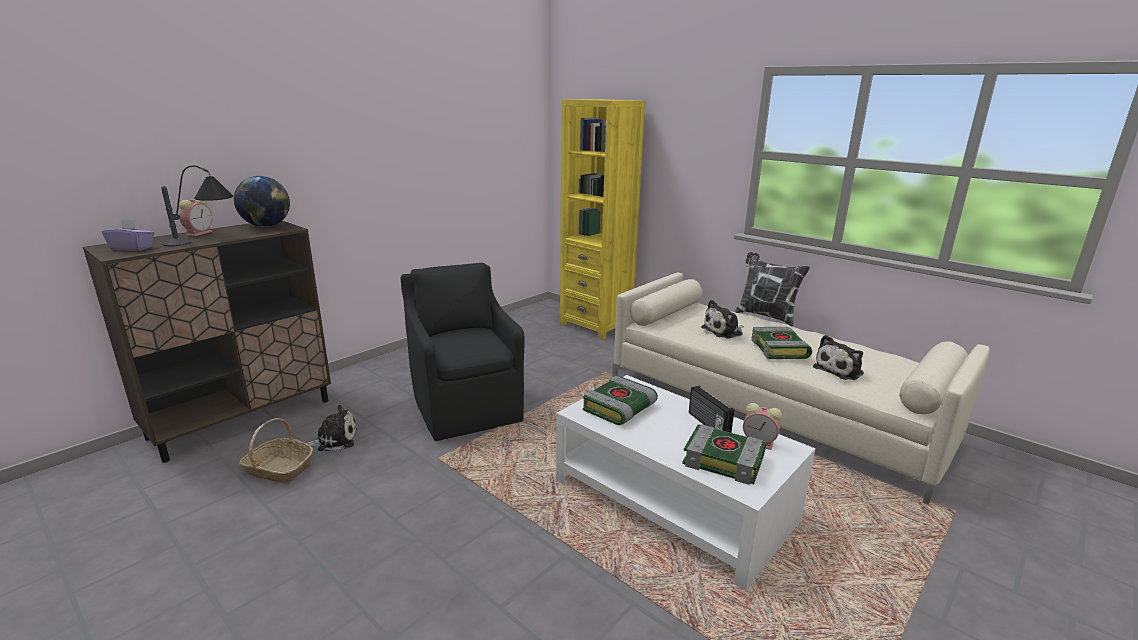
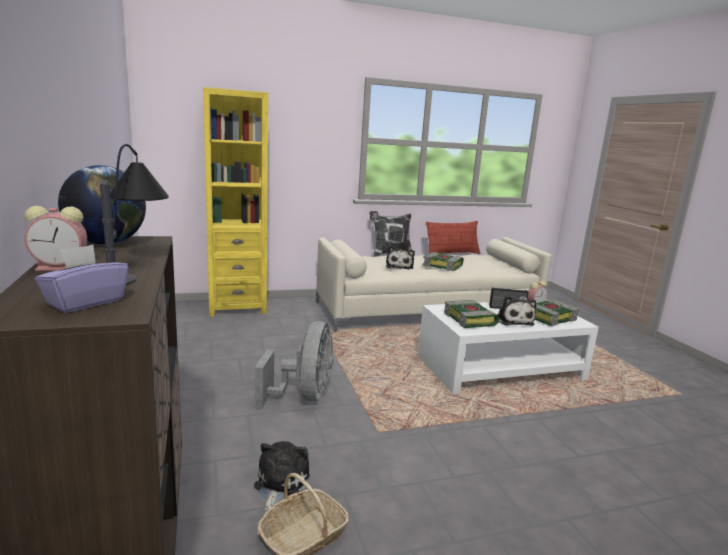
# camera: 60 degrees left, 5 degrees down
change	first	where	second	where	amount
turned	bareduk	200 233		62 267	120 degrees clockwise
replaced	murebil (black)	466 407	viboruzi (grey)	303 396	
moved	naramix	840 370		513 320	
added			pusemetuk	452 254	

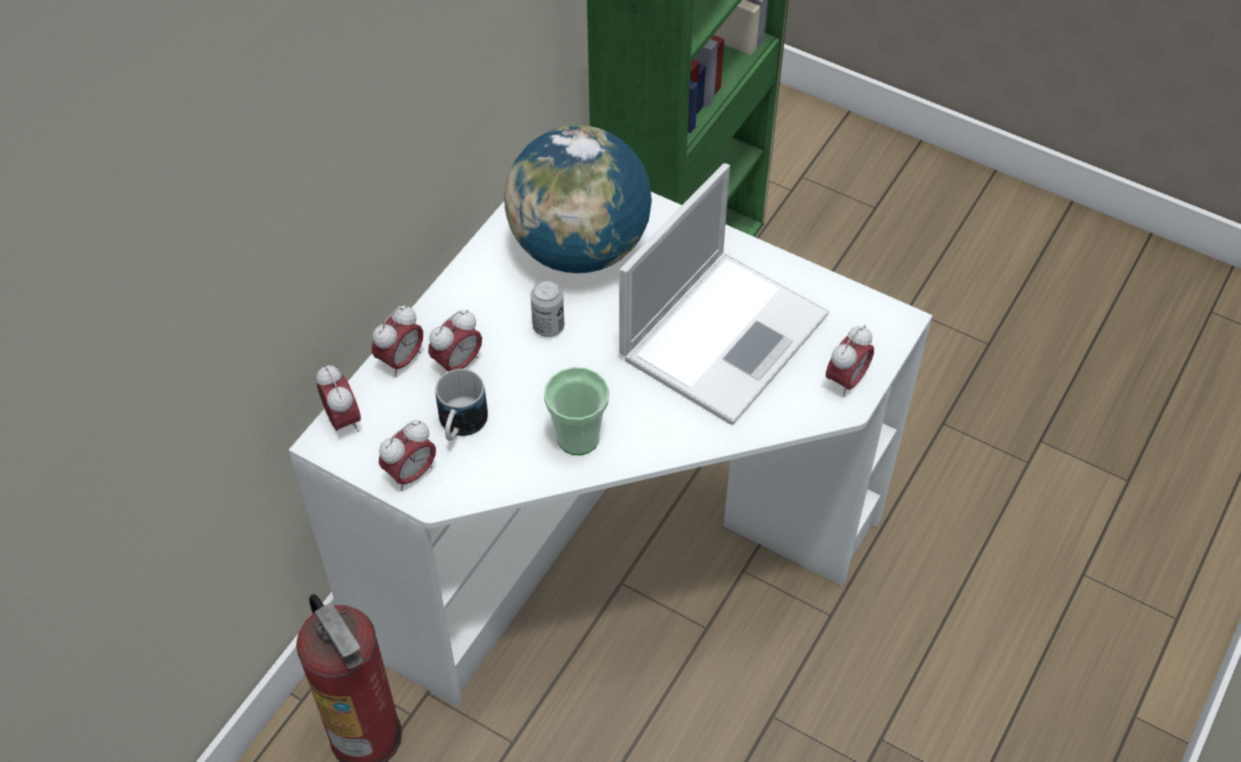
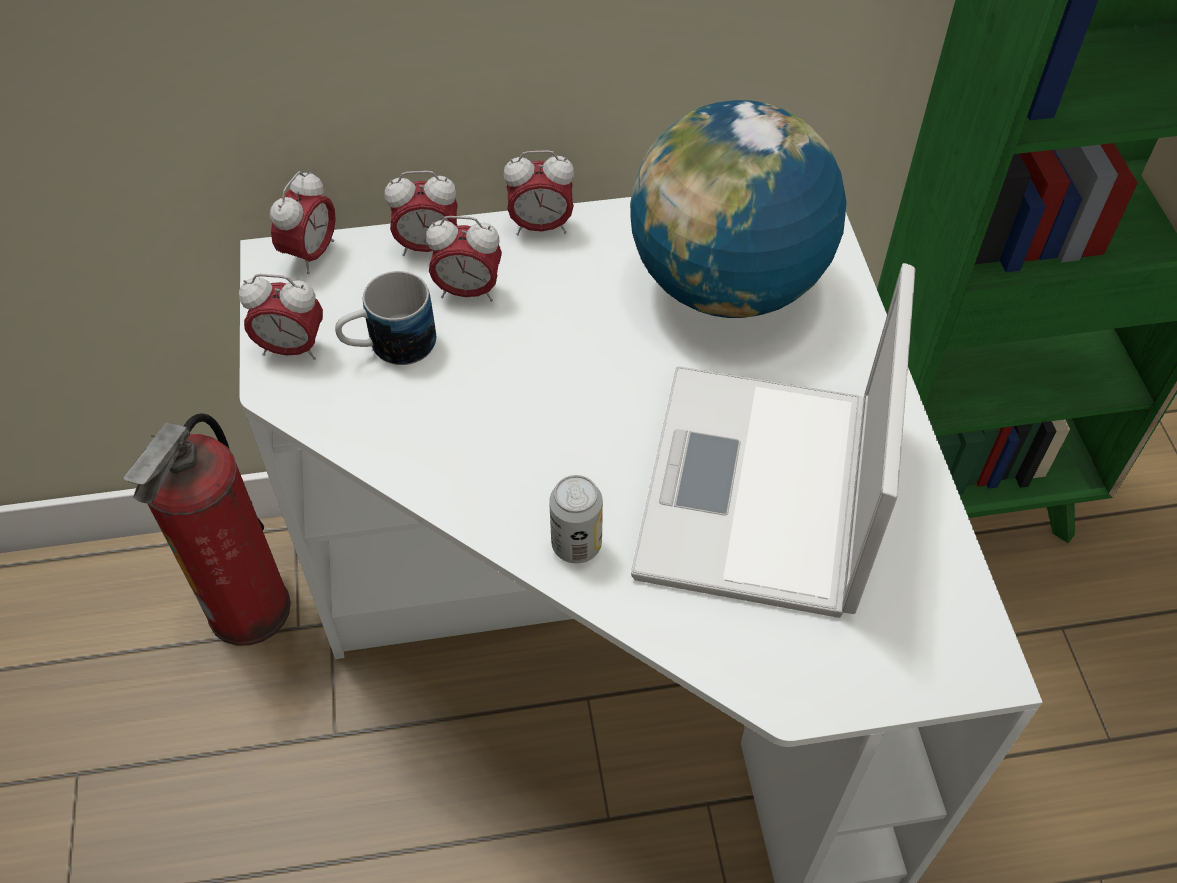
# camera: 50 degrees right, 0 degrees up
change	first	where	second	where	amount
turned	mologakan	725 333		759 494	105 degrees clockwise
moved	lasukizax	548 327		576 544	
moved	bareduk	846 380		541 226	
removed	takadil	578 437			

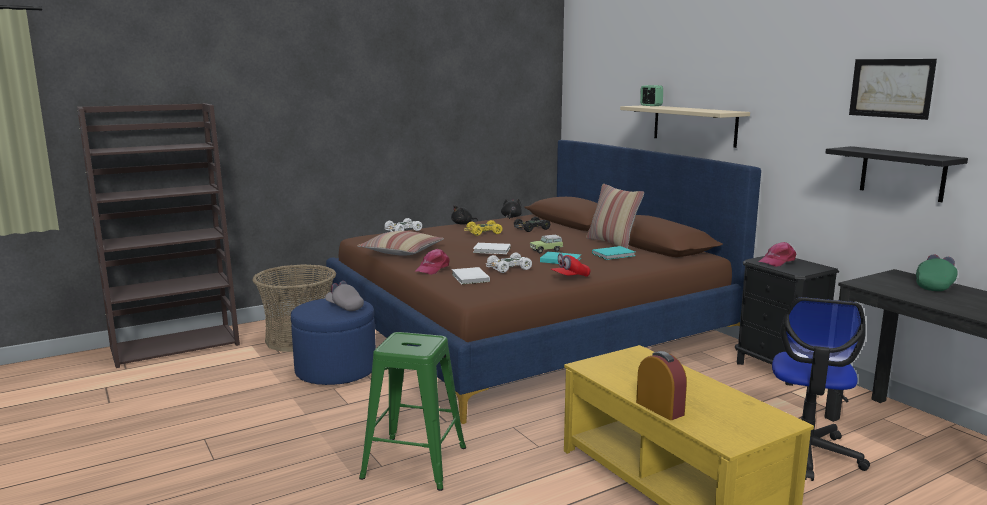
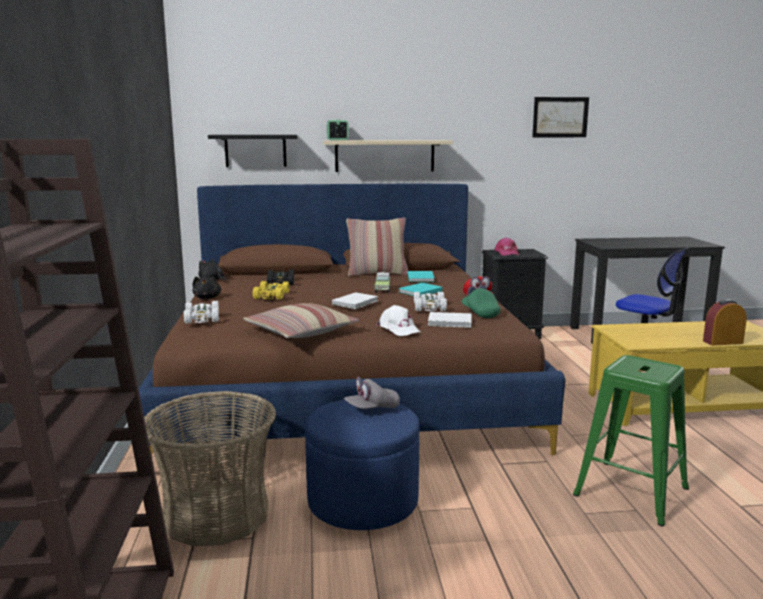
# camera: 65 degrees left, 0 degrees up
change	first	where	second	where	amount
moved	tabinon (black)	902 173		255 150	
recoloured	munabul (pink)	433 269	munabul (white)	398 329	
moved	munabul (green)	934 285		480 313	

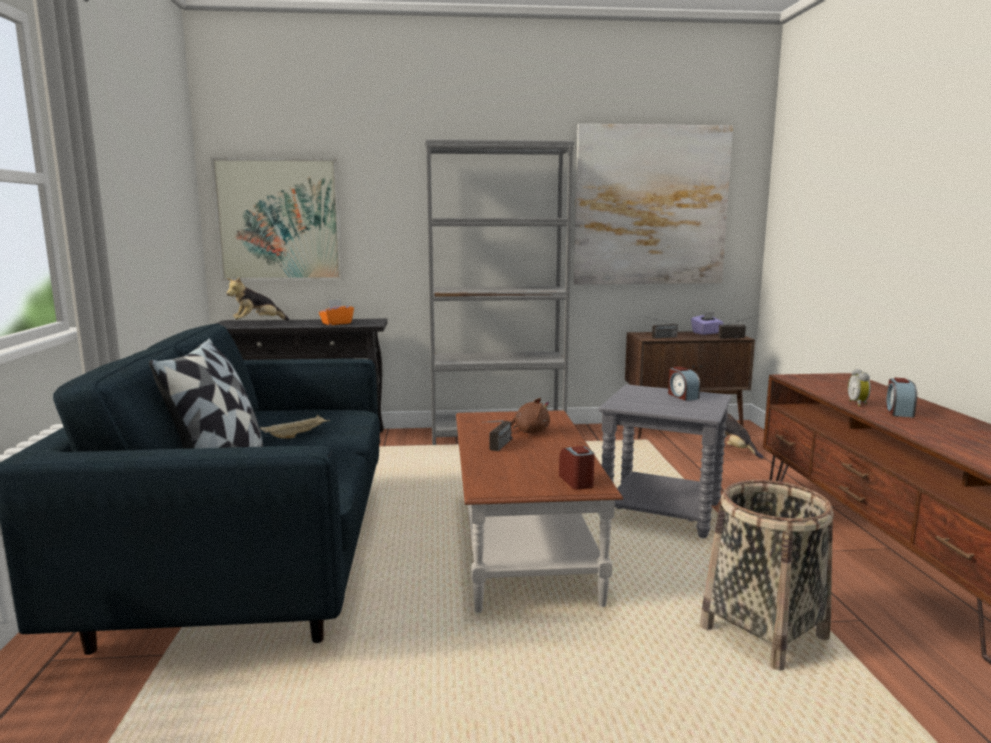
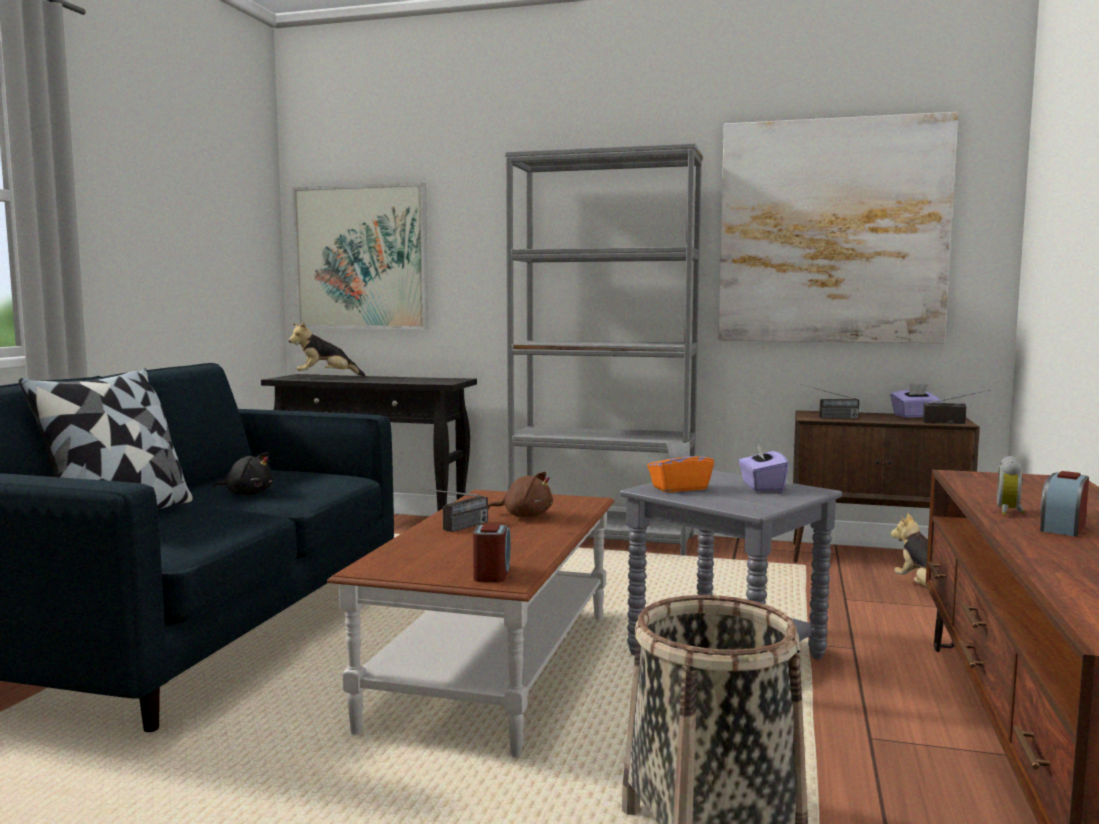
# camera: 20 degrees right, 5 degrees down
change	first	where	second	where	amount
moved	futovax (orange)	336 323		679 488	
replaced	bareduk	682 396	futovax (purple)	761 487	
replaced	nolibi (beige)	296 435	naramix (black)	247 494	

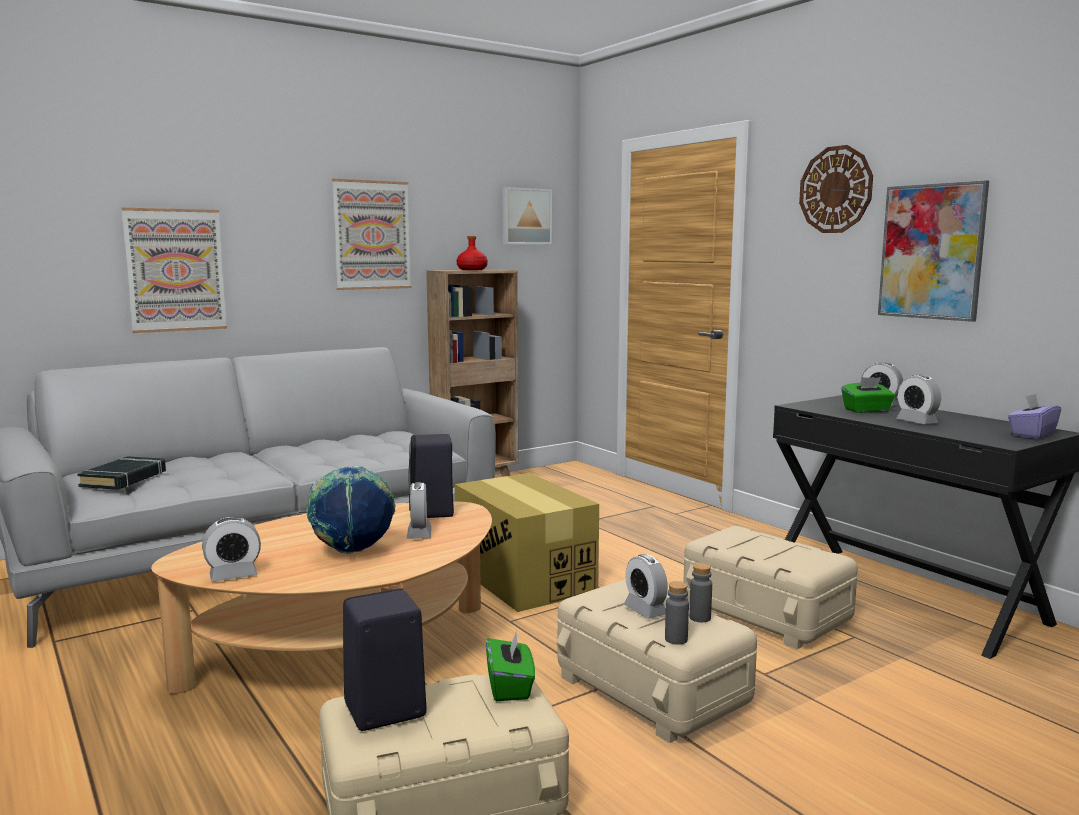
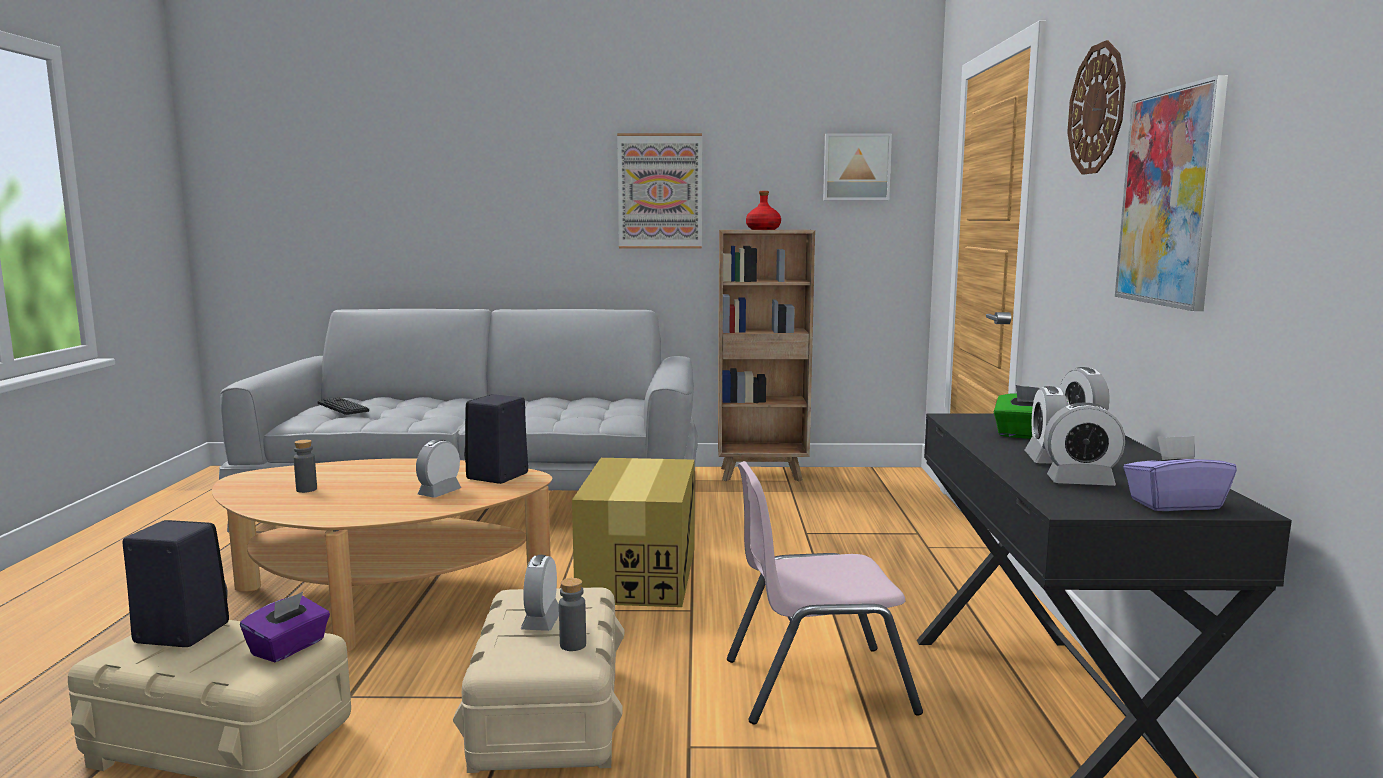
# camera: 35 degrees right, 0 degrees up
change	first	where	second	where	amount
removed	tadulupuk	175 270			
replaced	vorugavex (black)	124 479	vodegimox	342 407	
removed	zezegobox	352 551			
moved	bareduk	233 575		1080 482	
replaced	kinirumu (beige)	764 614	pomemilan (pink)	816 684	
moved	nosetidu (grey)	676 639		306 490	
recoloured	futovax (green)	510 687	futovax (purple)	289 648	

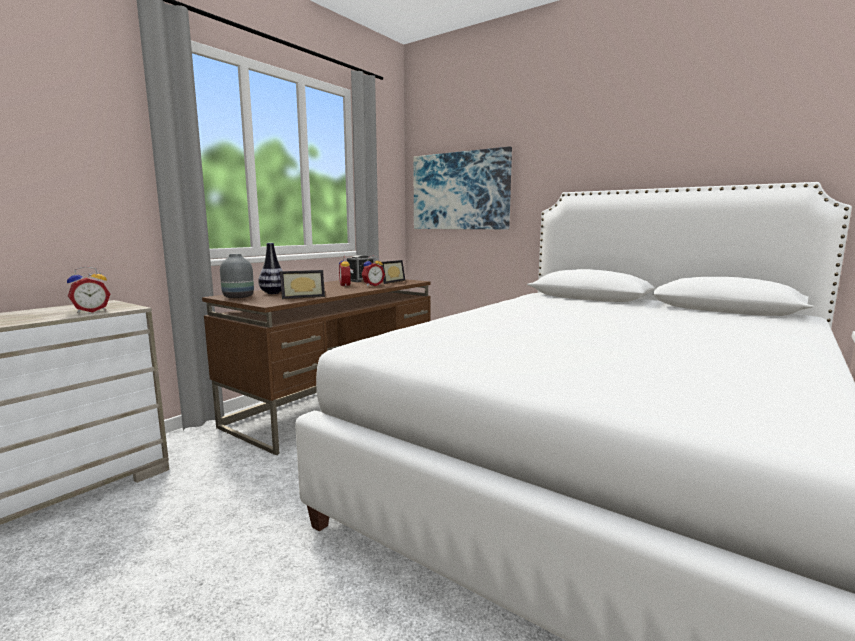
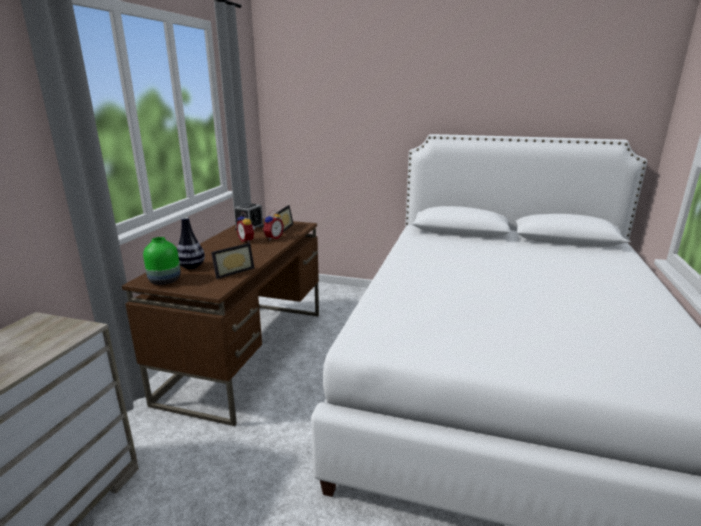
# camera: 20 degrees left, 10 degrees up
change	first	where	second	where	amount
removed	tadulupuk	460 191			
recoloured	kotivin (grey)	239 297	kotivin (green)	166 281	
removed	bareduk	91 311			

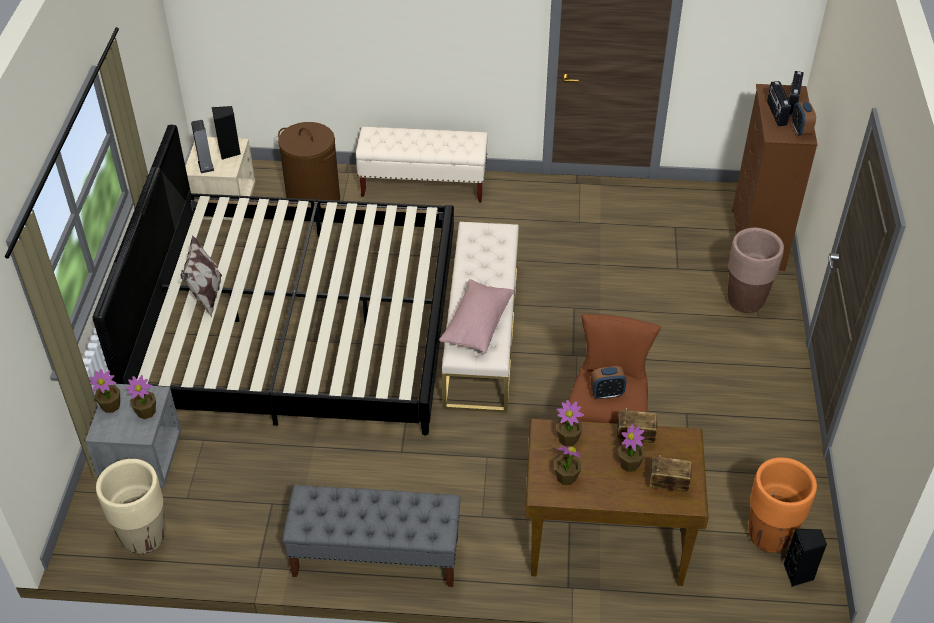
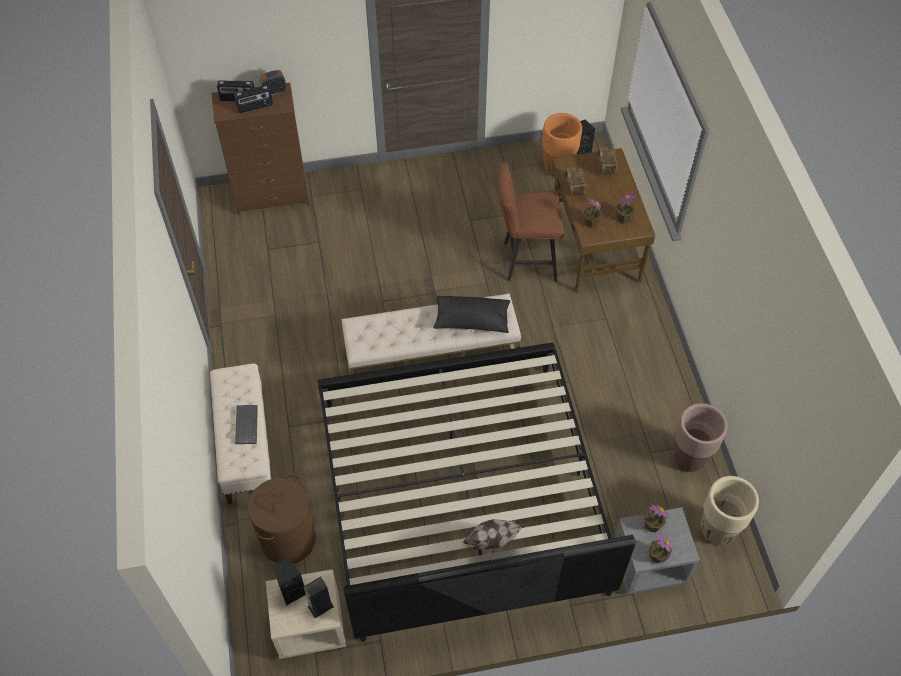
# camera: 105 degrees left, 10 degrees up
change	first	where	second	where	amount
moved	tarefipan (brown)	745 301		689 458	
recoloured	pusemetuk (pink)	477 324	pusemetuk (black)	471 320	
removed	bareduk	607 393			
removed	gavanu	629 464			
removed	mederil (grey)	375 556			
added			vodegimox	245 424	

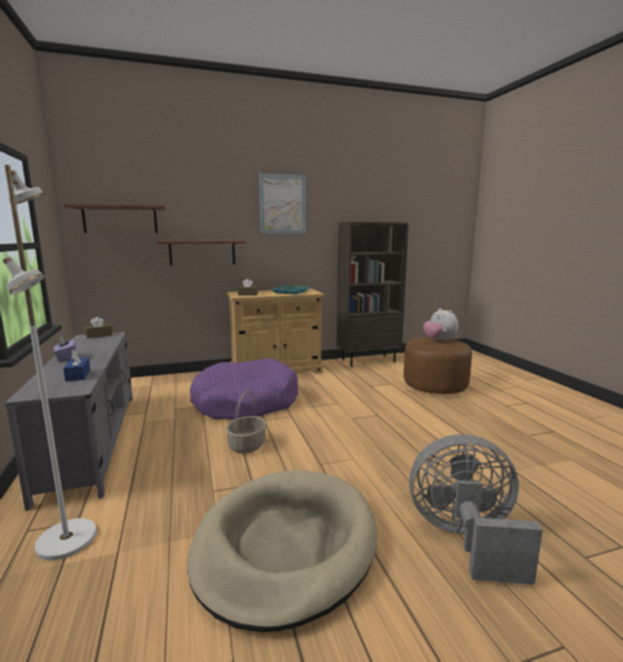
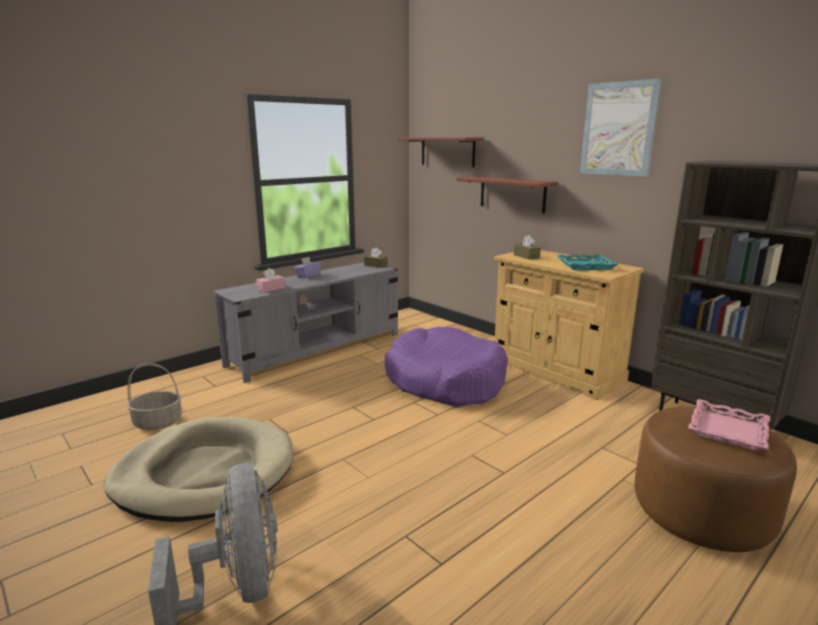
# camera: 65 degrees right, 5 degrees up
change	first	where	second	where	amount
removed	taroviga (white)	68 539			
replaced	naramix	439 340	nolibi (pink)	728 430	
recoloured	futovax (blue)	78 375	futovax (pink)	271 288	
moved	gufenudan	247 445		158 422	

